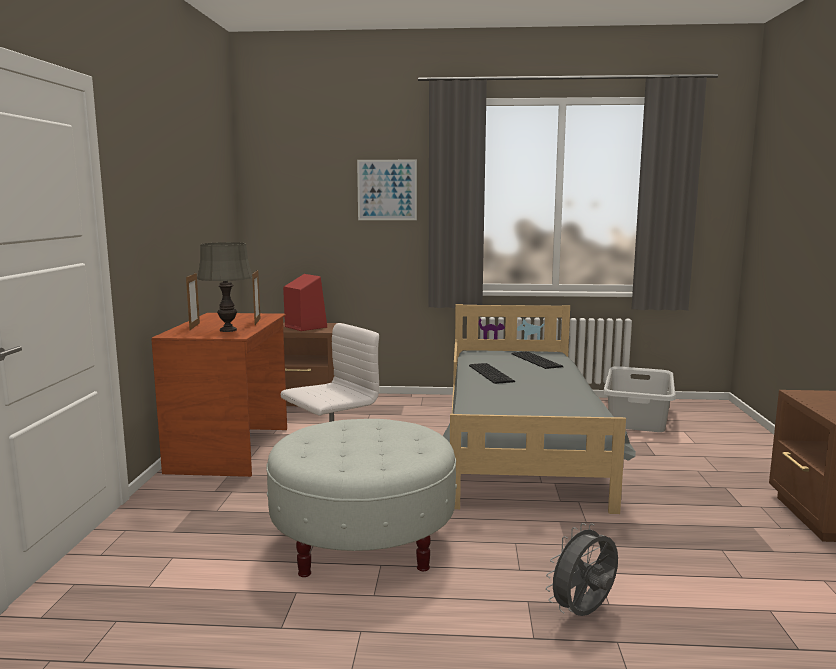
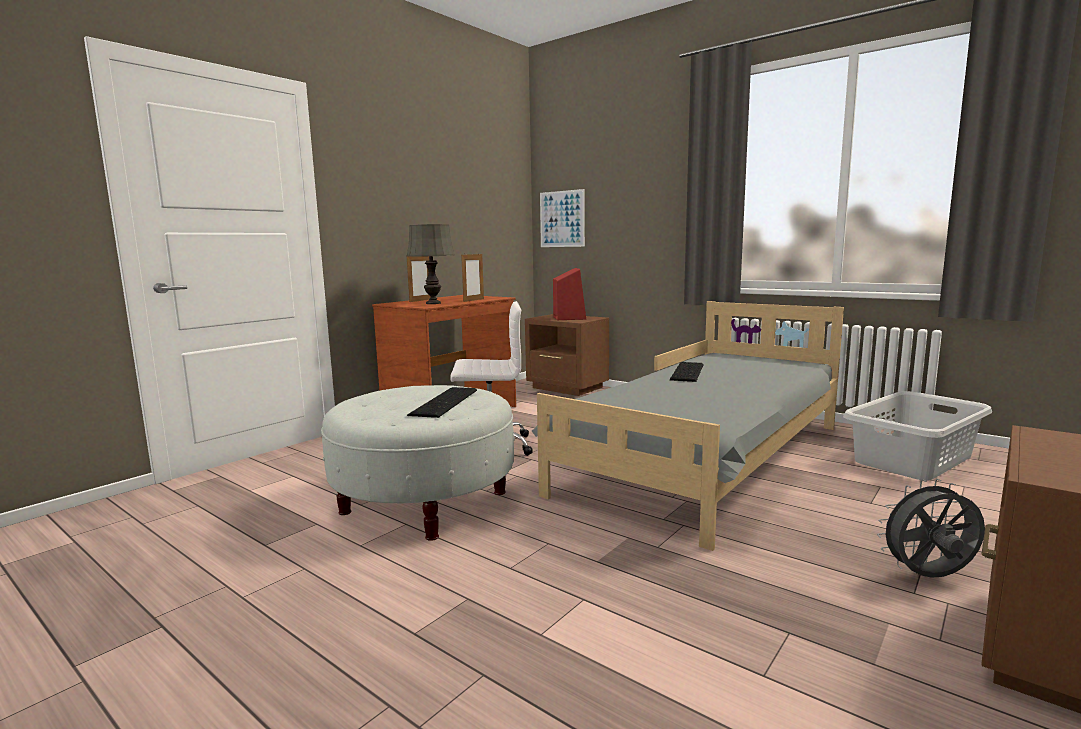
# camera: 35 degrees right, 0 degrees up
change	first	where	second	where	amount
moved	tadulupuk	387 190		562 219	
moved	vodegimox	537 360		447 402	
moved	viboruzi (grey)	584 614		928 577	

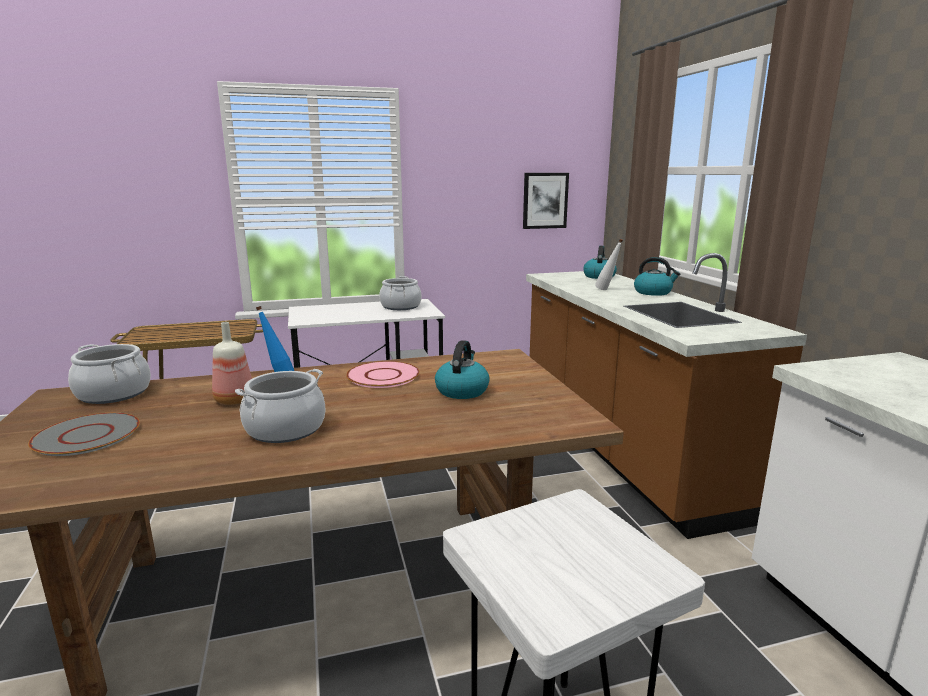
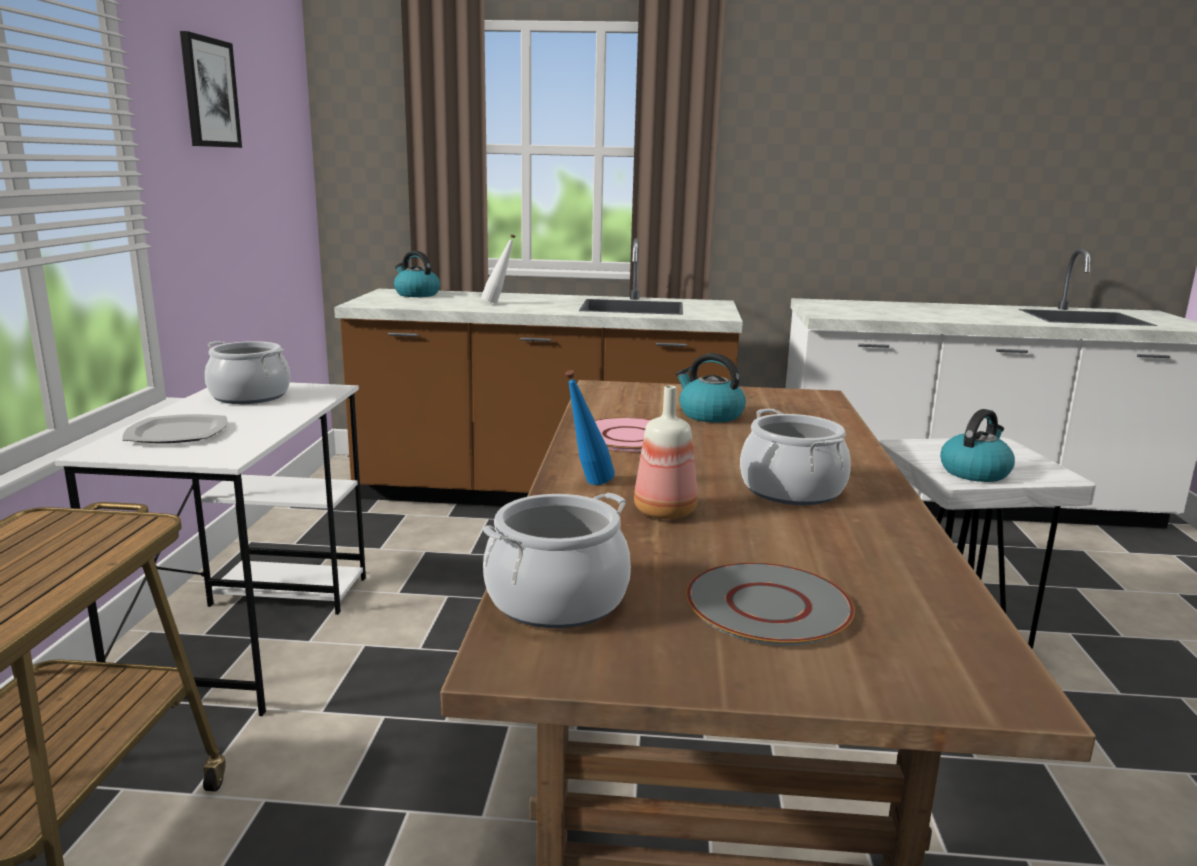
# camera: 70 degrees left, 0 degrees up
change	first	where	second	where	amount
moved	tadulupuk	545 200		209 93	
moved	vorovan	653 292		974 472	
added			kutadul	176 433	

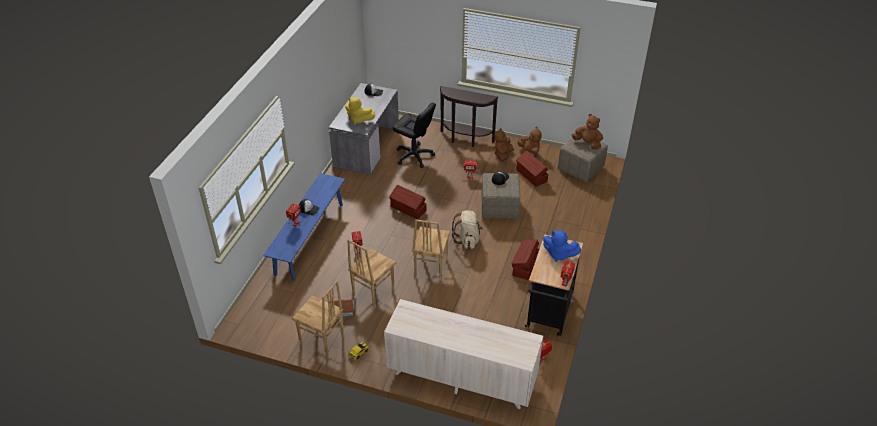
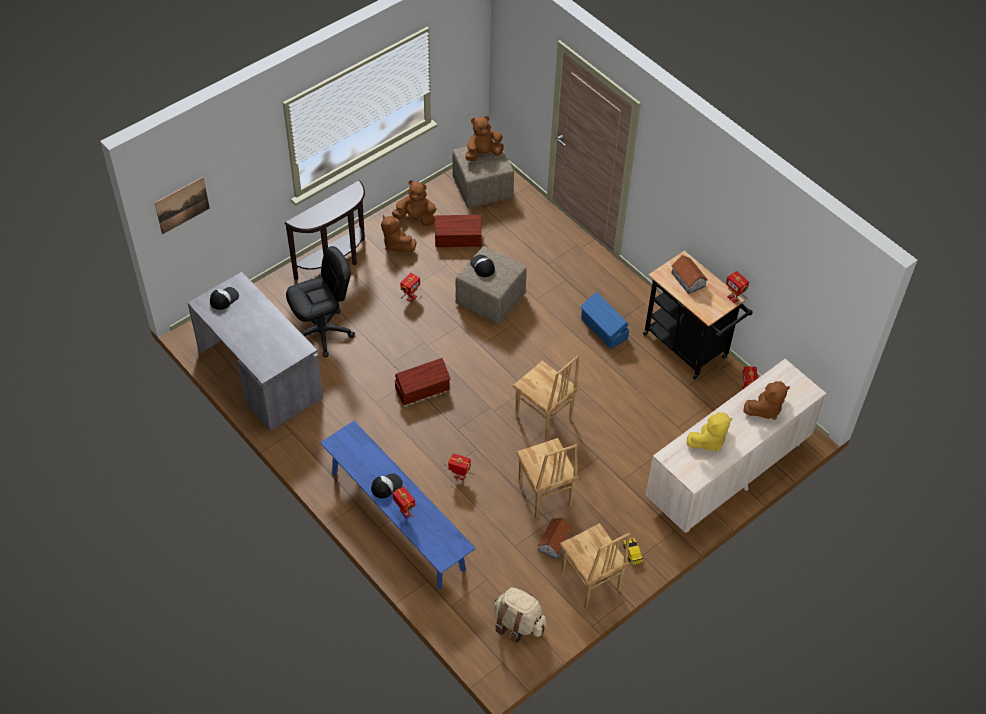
# camera: 60 degrees left, 10 degrees up
change	first	where	second	where	amount
moved	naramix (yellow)	359 120		708 441	
moved	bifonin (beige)	467 240		518 624	
replaced	naramix (blue)	559 254	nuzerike	688 280	
recoloured	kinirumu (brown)	525 266	kinirumu (blue)	603 329	
turned	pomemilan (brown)	322 341		589 583	90 degrees clockwise
added			tadulupuk	182 205	
added			naramix (brown)	765 409	

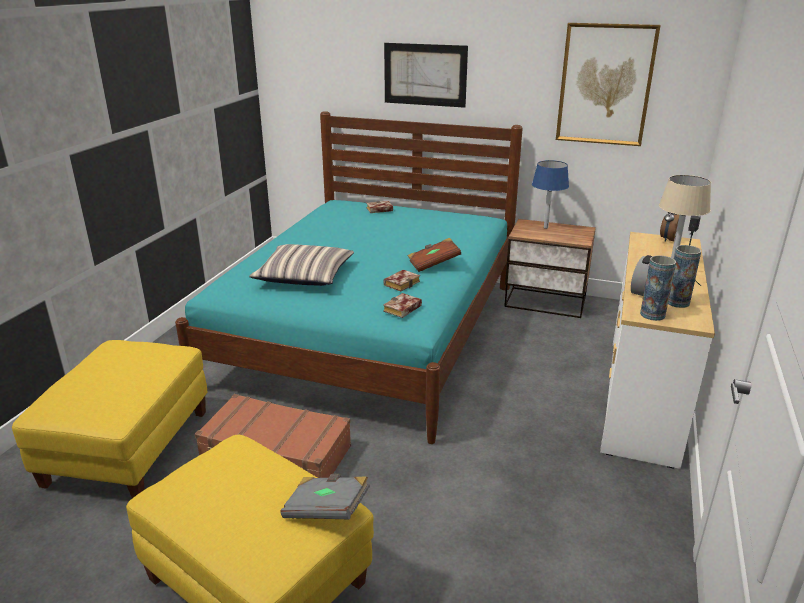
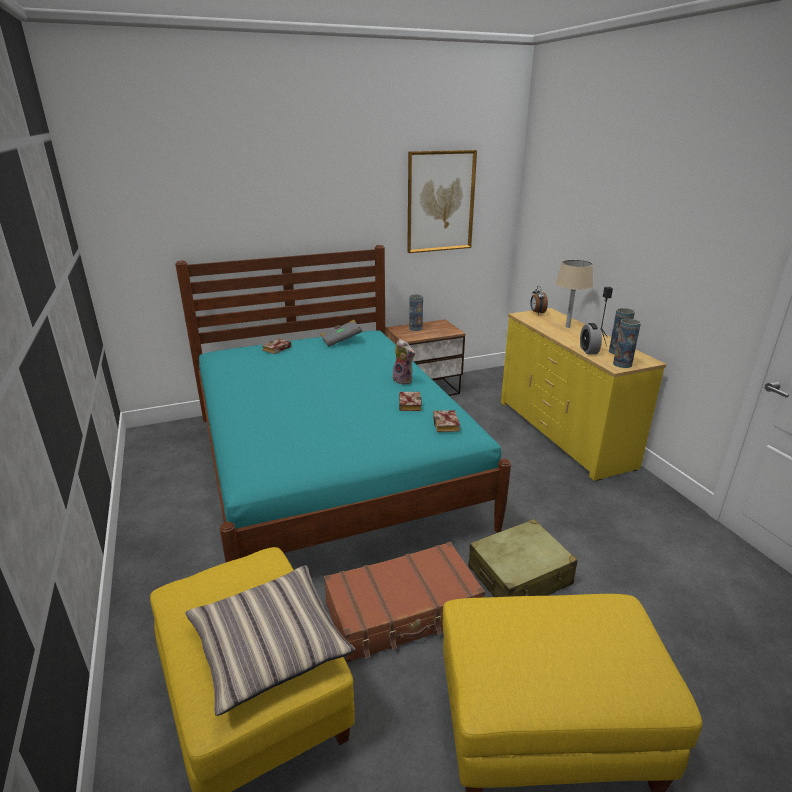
# camera: 40 degrees left, 0 degrees up
change	first	where	second	where	amount
removed	tadulupuk	425 75			
replaced	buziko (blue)	545 227	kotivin	415 328	
recoloured	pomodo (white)	642 397	pomodo (yellow)	563 433	
replaced	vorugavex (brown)	433 264	naramix	404 380	
moved	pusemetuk	304 275		270 644	
moved	vorugavex (grey)	326 509		341 341	
added			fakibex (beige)	520 576	

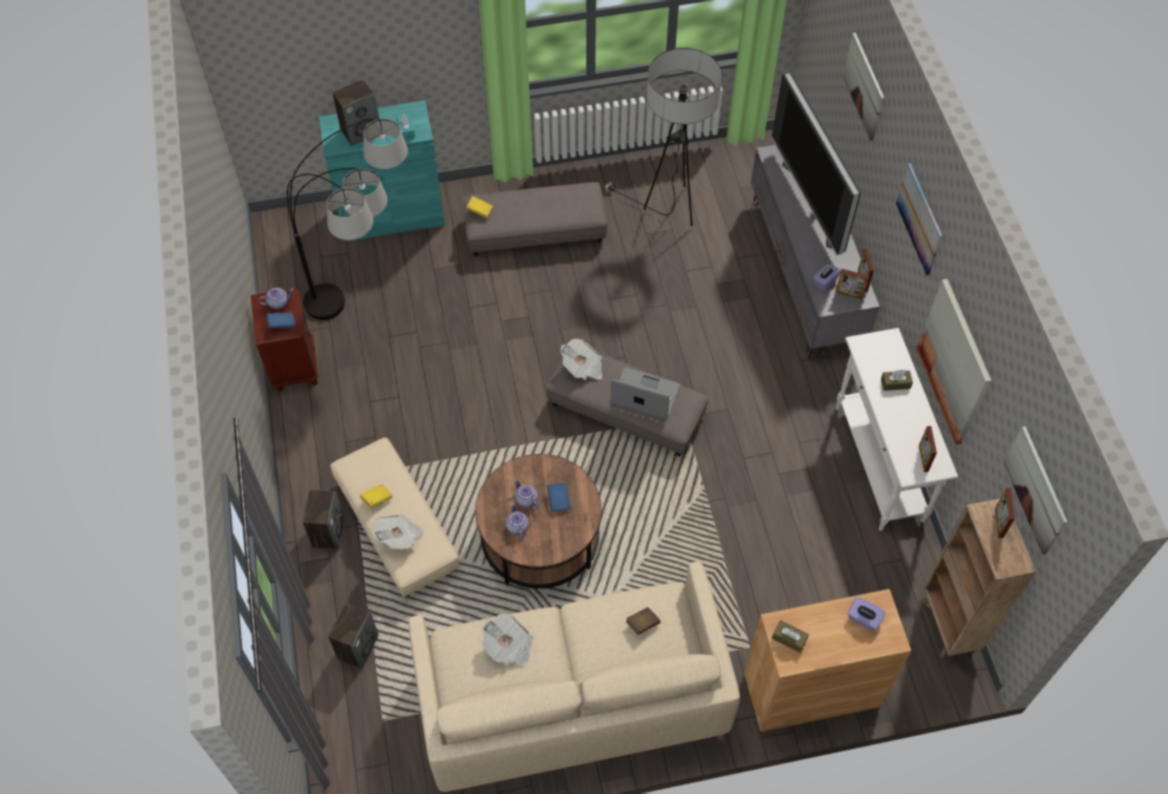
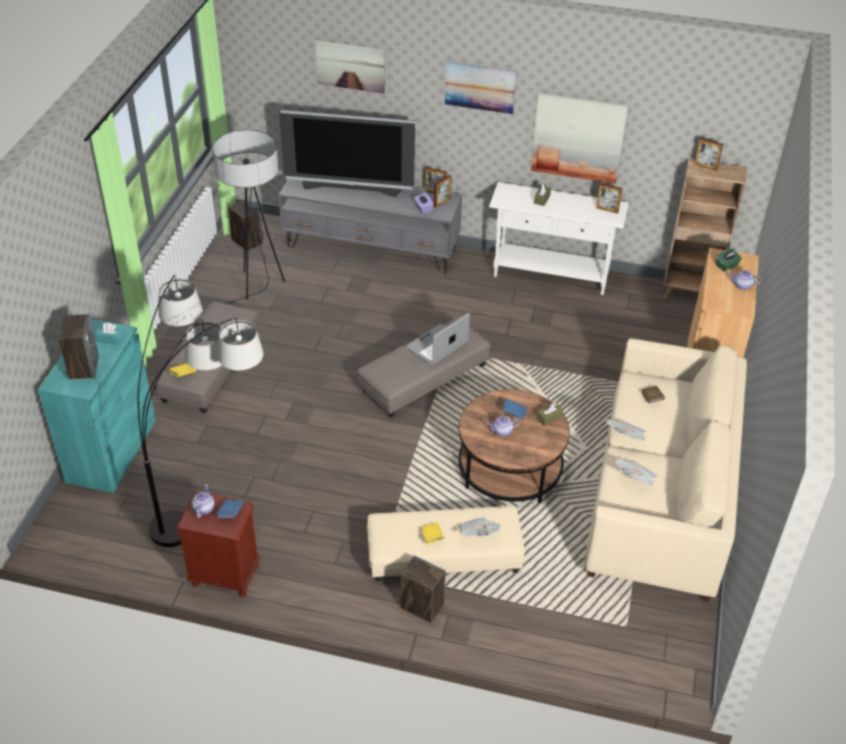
# camera: 65 degrees left, 15 degrees down
change	first	where	second	where	amount
moved	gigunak	583 367		626 437	
removed	tadulupuk	1035 490			
moved	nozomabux	517 527		742 286	
recoloured	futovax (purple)	863 618	futovax (green)	726 265	
moved	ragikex	358 647		246 242	
moved	futovax (brown)	789 638		549 417	

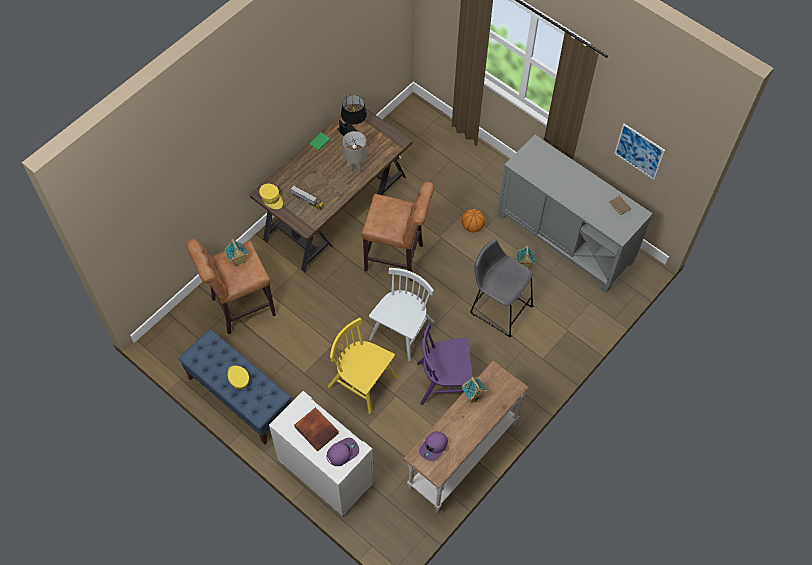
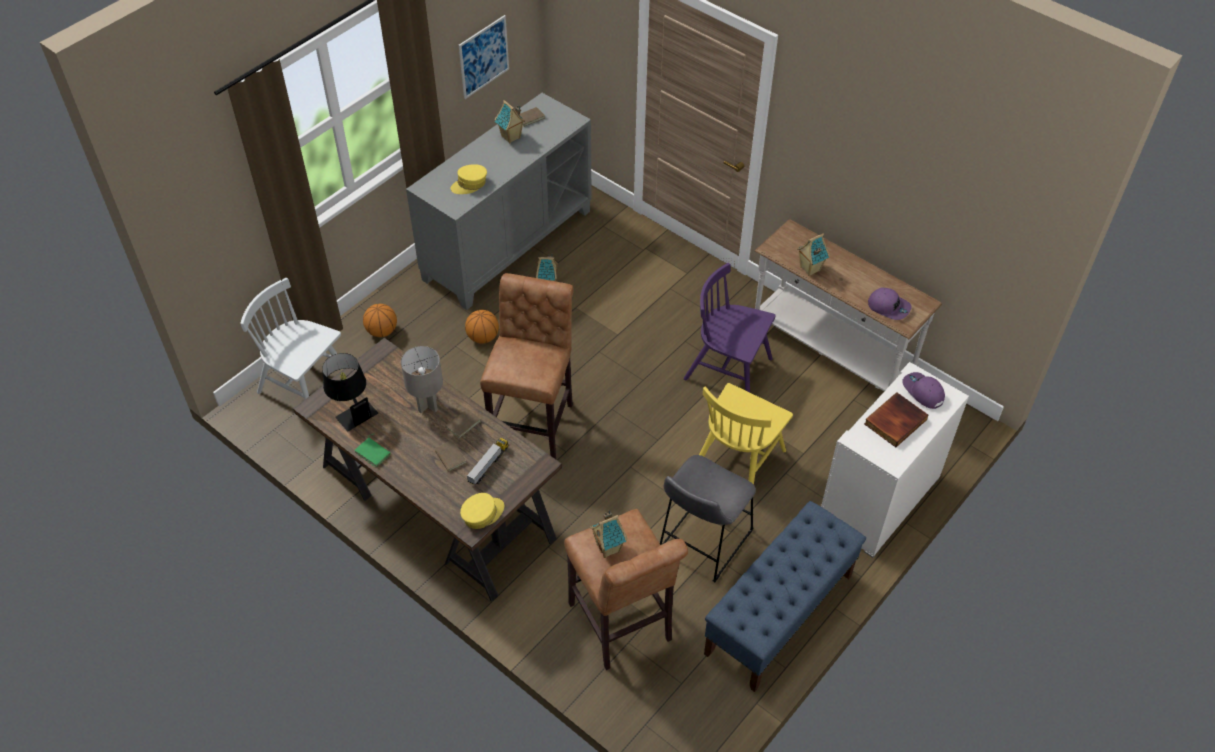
# camera: 90 degrees left, 10 degrees down
change	first	where	second	where	amount
moved	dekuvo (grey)	498 307		702 543	
moved	pomemilan (white)	401 331		305 385	
turned	pomemilan (purple)	445 382		728 369	120 degrees clockwise
moved	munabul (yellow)	238 378		469 184	
added			nuzerike	511 137	
added			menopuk	382 331	

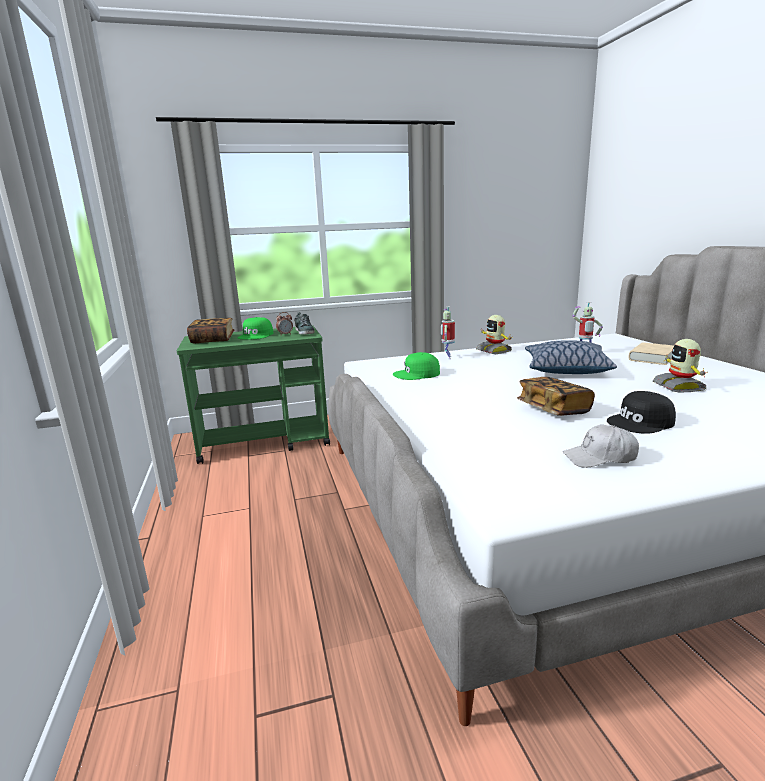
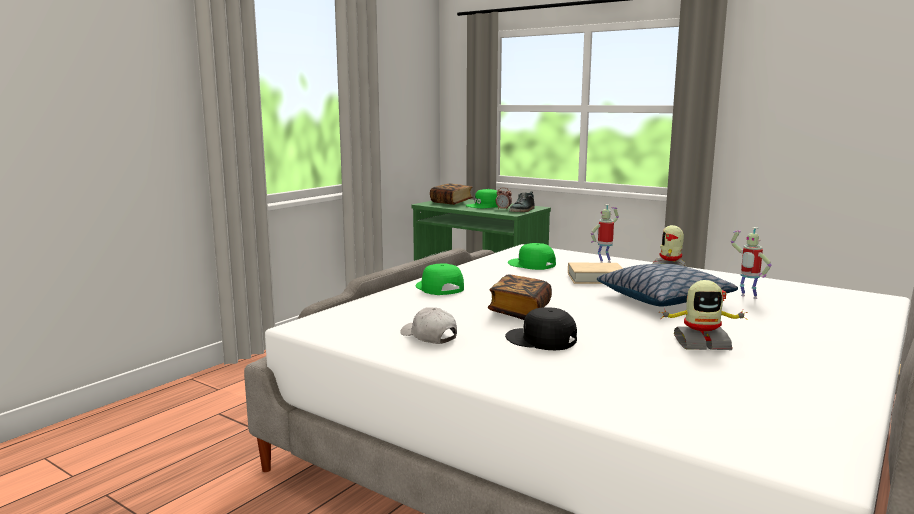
# camera: 50 degrees right, 5 degrees down
change	first	where	second	where	amount
turned	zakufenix	679 387		701 343	135 degrees counterclockwise
moved	vorugavex (beige)	652 358		595 278	
added			munabul (green)	438 288	

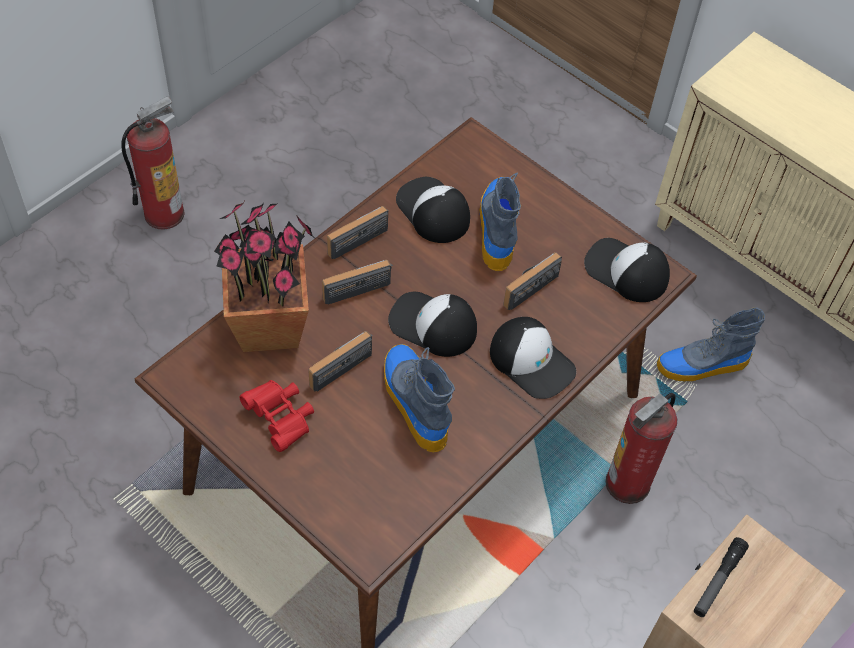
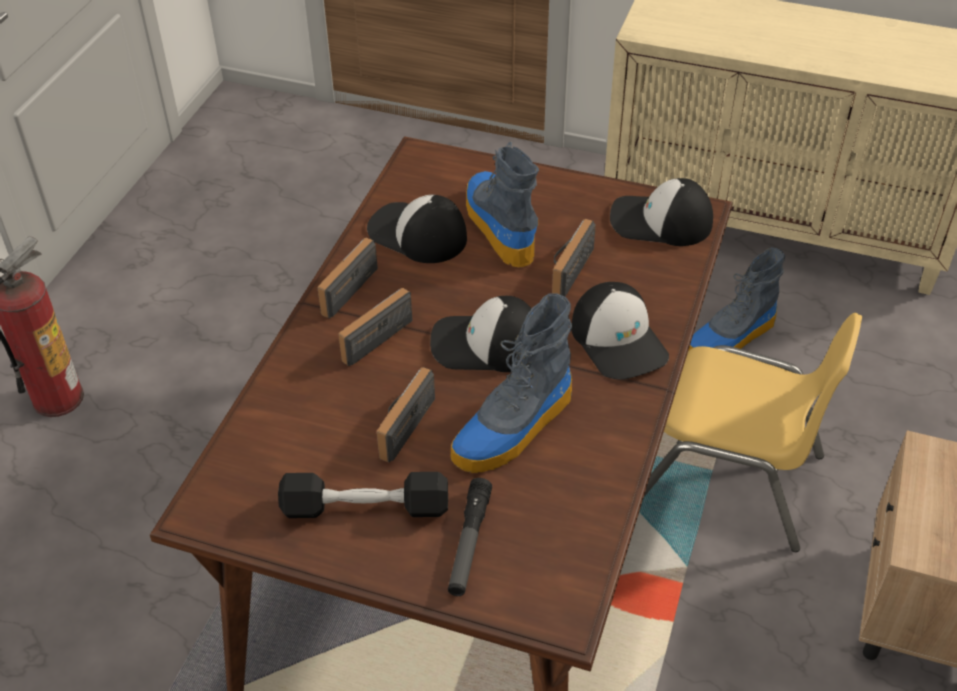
# camera: 20 degrees left, 10 degrees down
change	first	where	second	where	amount
removed	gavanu	270 327			
turned	munabul	532 361		619 340	45 degrees clockwise
turned	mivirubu	414 401		513 429	90 degrees counterclockwise
replaced	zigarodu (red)	281 419	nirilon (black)	365 508	
replaced	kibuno	628 484	pomemilan (yellow)	729 479	
moved	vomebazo	718 580		469 543	

